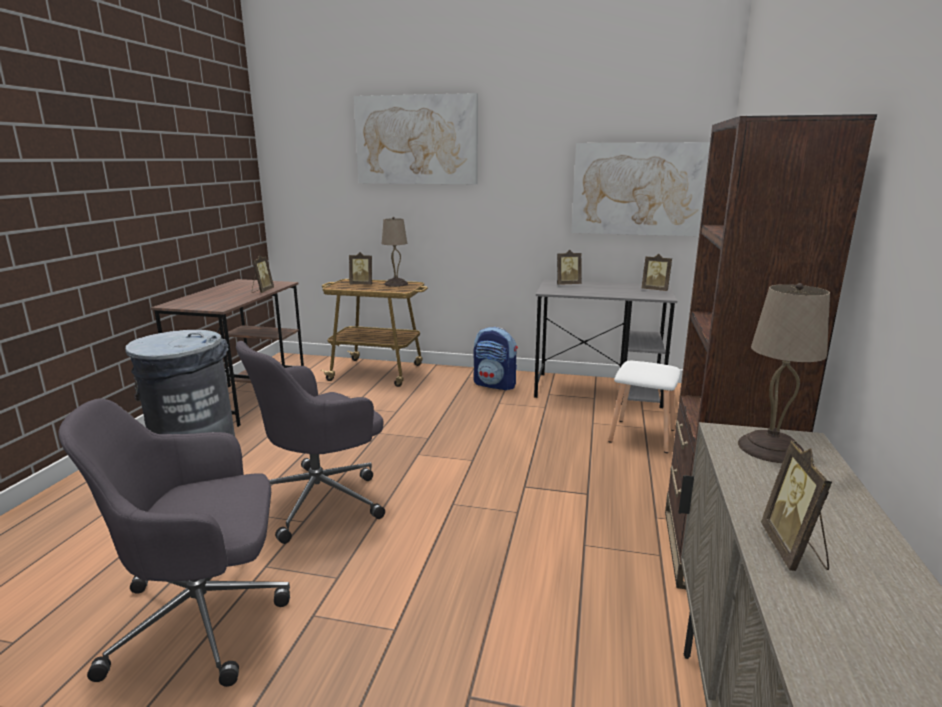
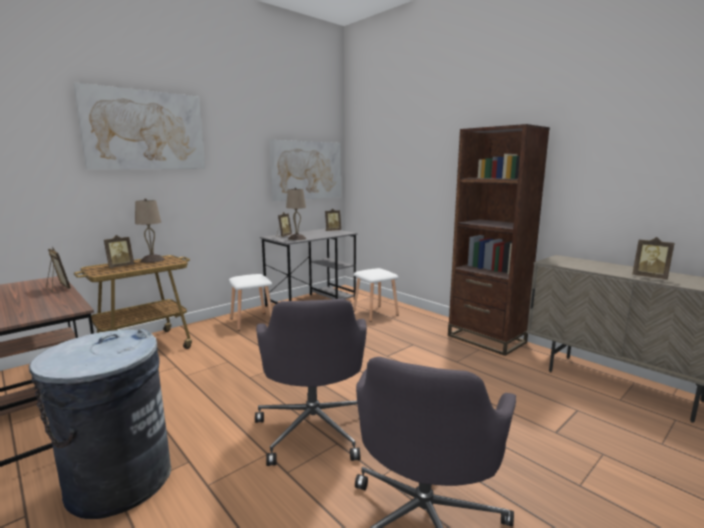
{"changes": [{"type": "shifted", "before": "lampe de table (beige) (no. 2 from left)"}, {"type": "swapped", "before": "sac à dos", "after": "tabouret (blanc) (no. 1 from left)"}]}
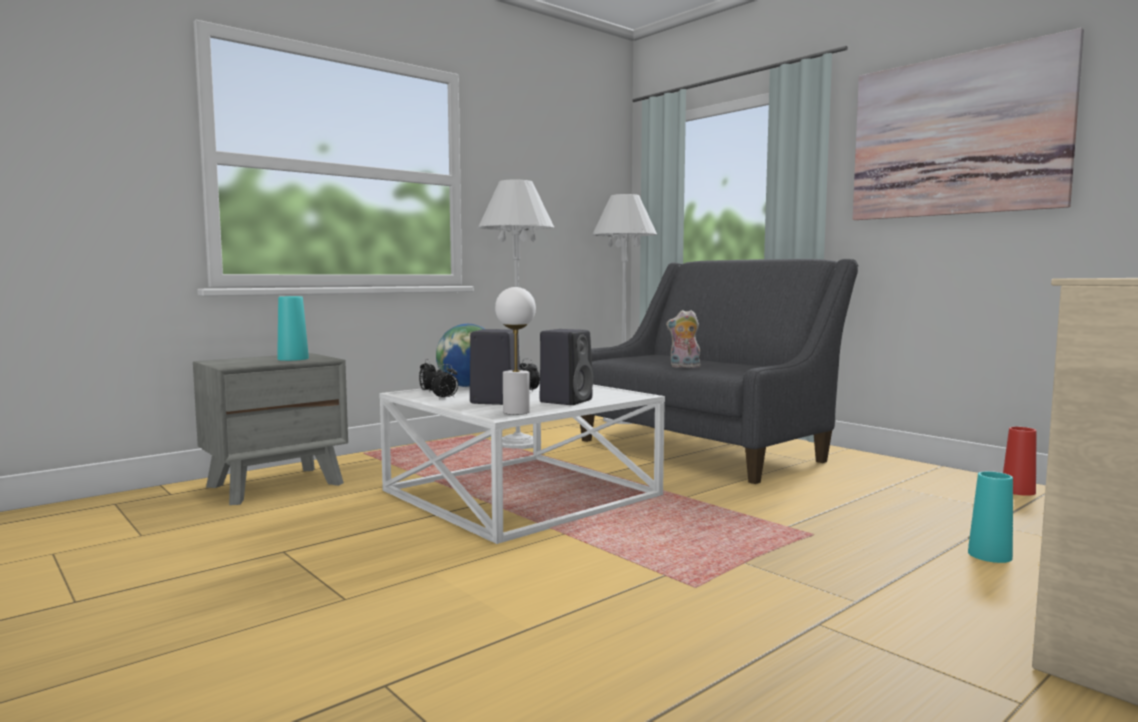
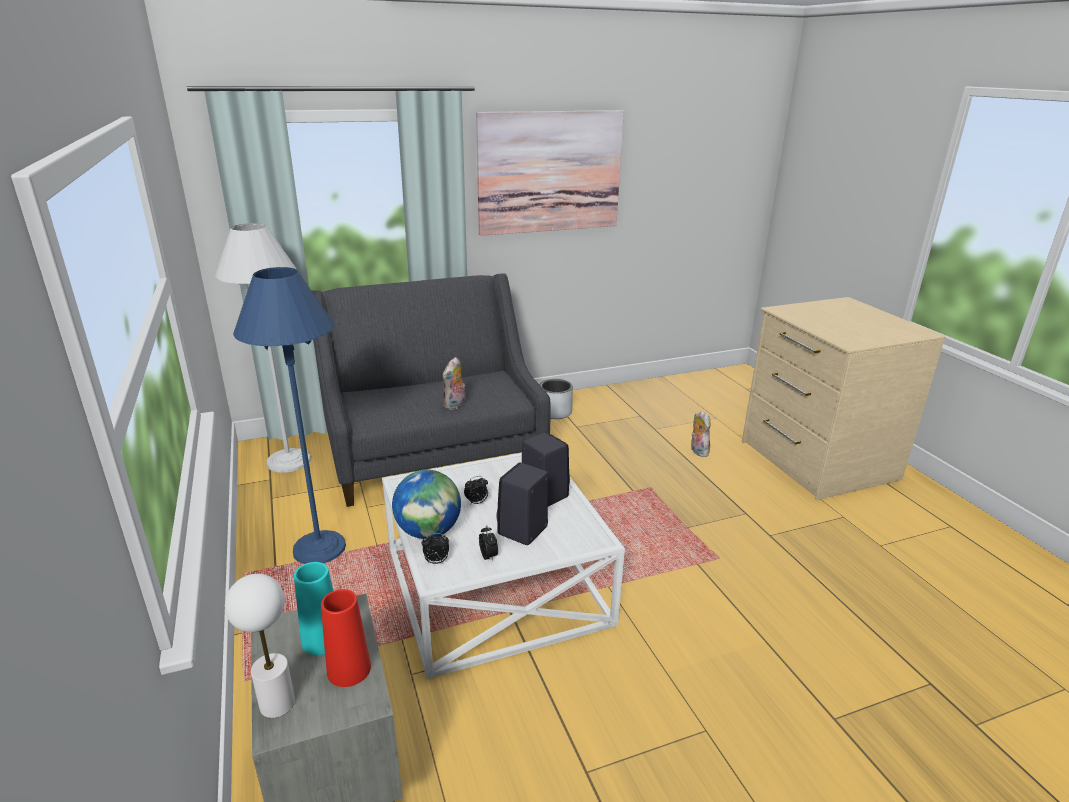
{"changes": [{"type": "new", "after": "cache-pot (gris)"}, {"type": "shifted", "before": "lampe de table (blanc)"}, {"type": "shifted", "before": "vase (rouge)"}, {"type": "swapped", "before": "vase (turquoise) (no. 2 from left)", "after": "peluche (no. 2 from left)"}, {"type": "repainted", "before": "lampadaire (blanc) (no. 1 from left)", "after": "lampadaire (bleu)"}]}
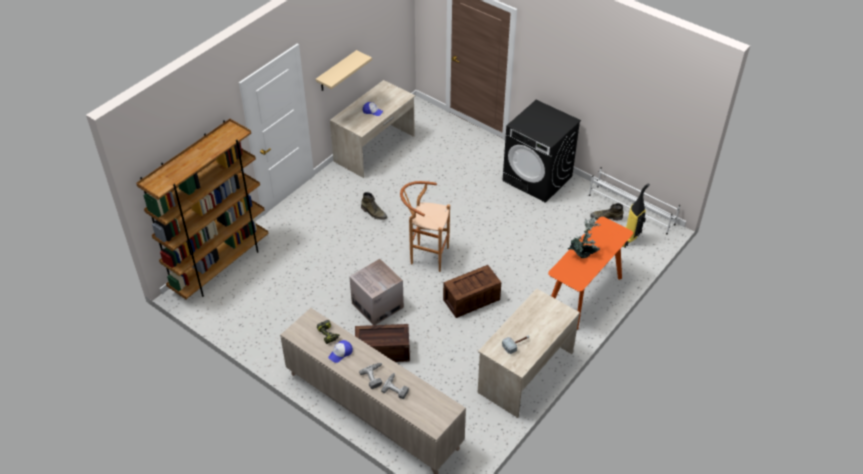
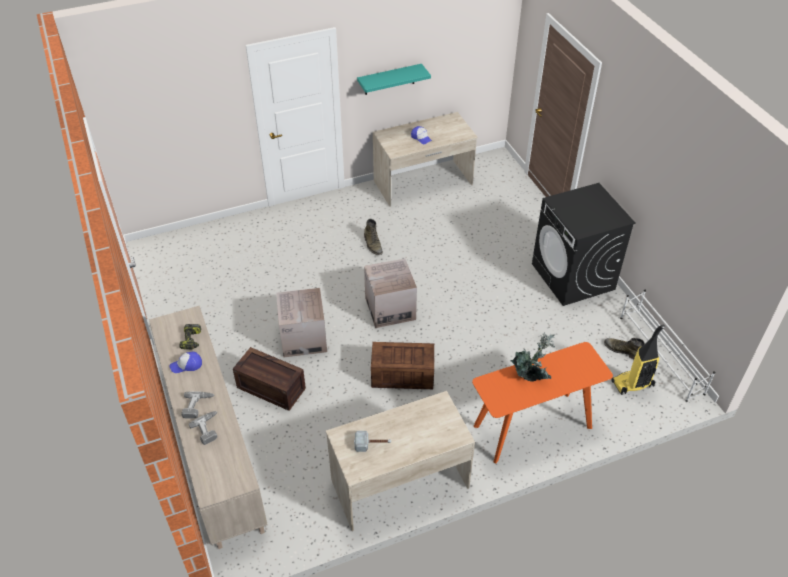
{"changes": [{"type": "gone", "before": "bibliothèque (marron)"}, {"type": "swapped", "before": "tabouret (marron)", "after": "carton (no. 2 from left)"}, {"type": "repainted", "before": "étagère (beige)", "after": "étagère (turquoise)"}]}
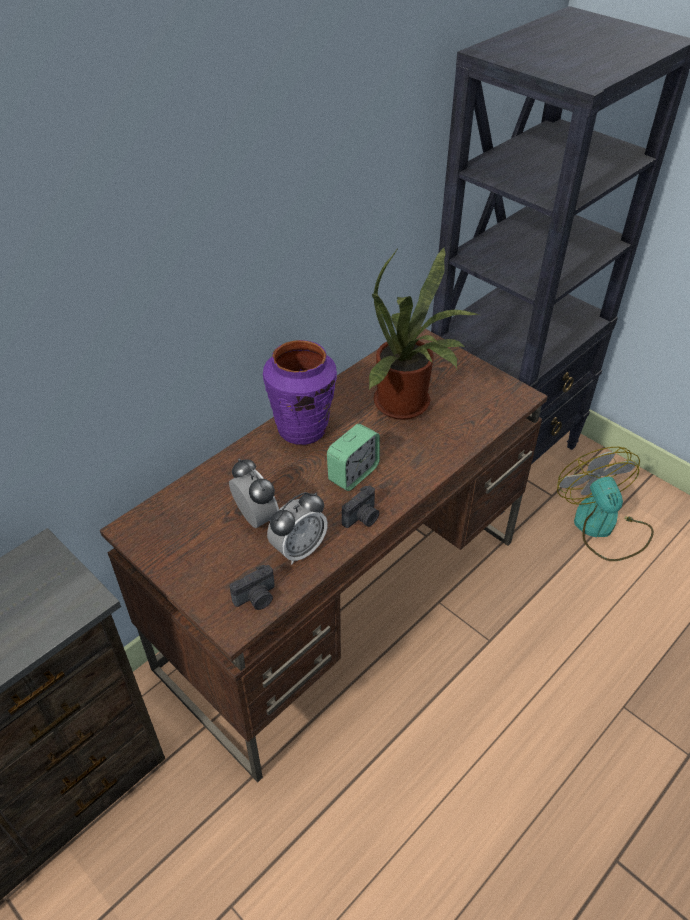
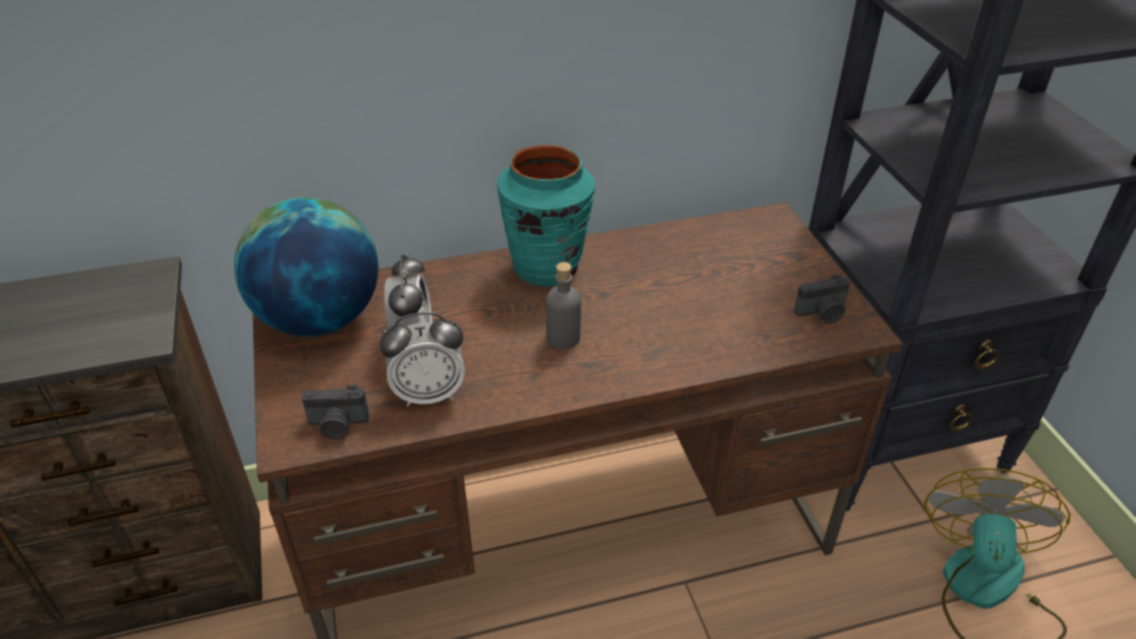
{"changes": [{"type": "gone", "before": "plante en pot"}, {"type": "new", "after": "globe"}, {"type": "shifted", "before": "appareil photo (no. 2 from left)"}, {"type": "swapped", "before": "réveil (no. 3 from left)", "after": "bouteille (gris)"}, {"type": "repainted", "before": "vase (violet)", "after": "vase (turquoise)"}]}
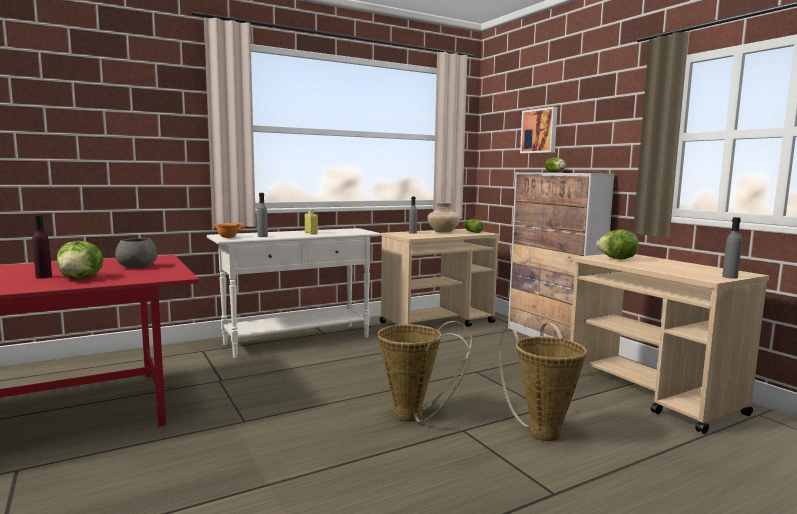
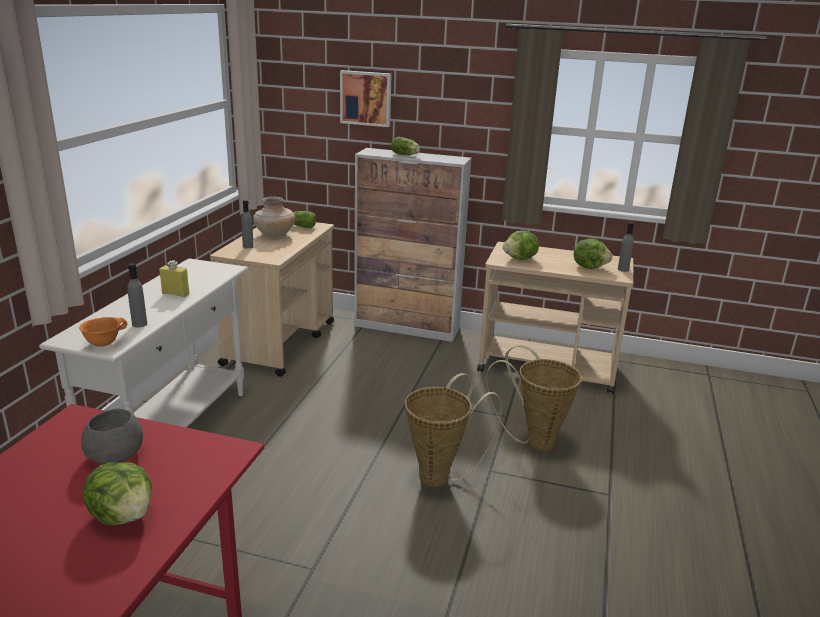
{"changes": [{"type": "gone", "before": "bouteille (violet)"}, {"type": "new", "after": "laitue (no. 5 from left)"}]}
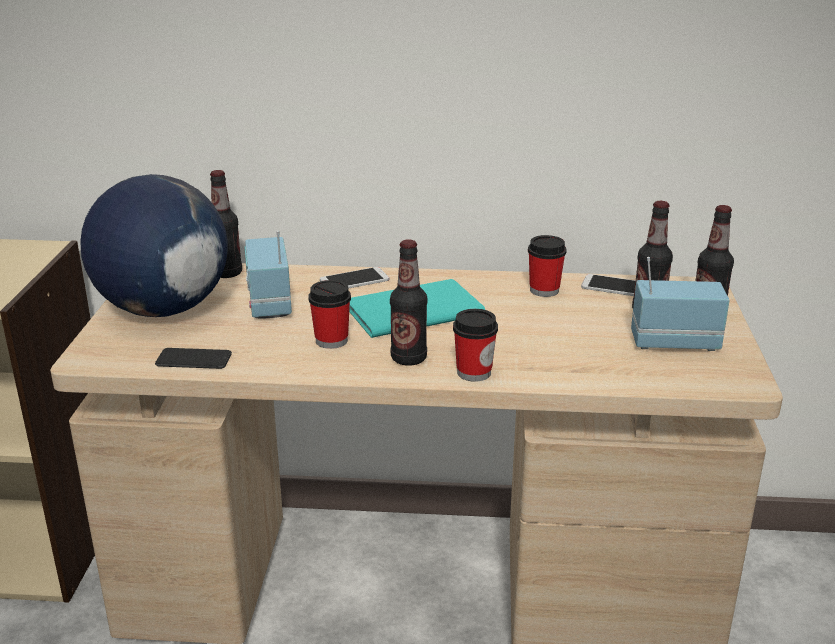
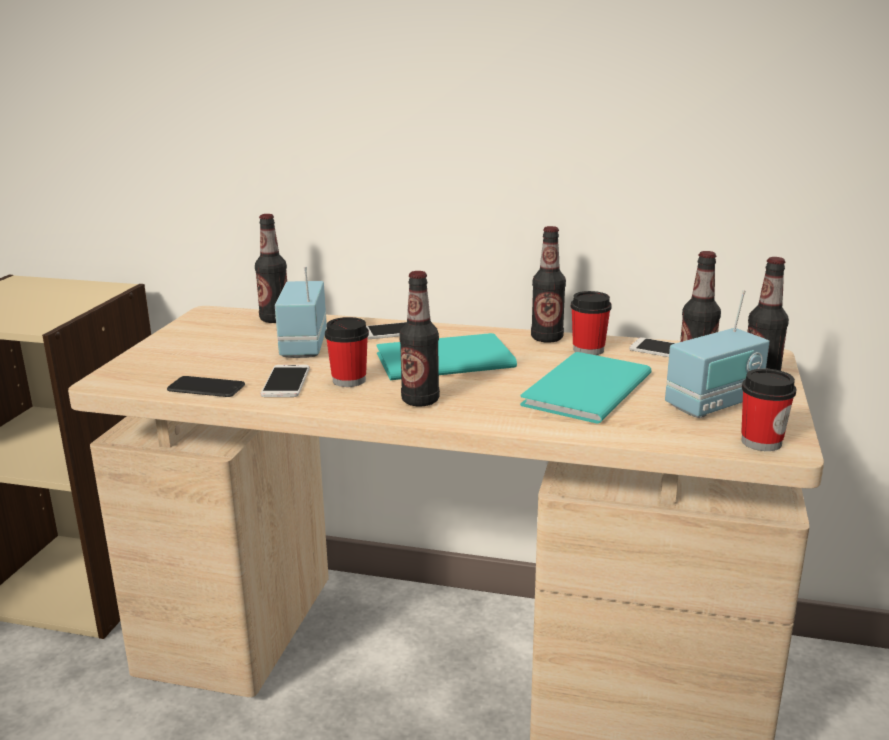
{"changes": [{"type": "gone", "before": "globe"}, {"type": "new", "after": "téléphone (no. 2 from left)"}, {"type": "new", "after": "livre (turquoise) (no. 2 from left)"}, {"type": "new", "after": "bouteille (no. 3 from left)"}, {"type": "shifted", "before": "tasse (no. 2 from left in the first image)", "after": "tasse (no. 3 from left)"}, {"type": "rotated", "before": "radio (no. 2 from left)", "turn": 135}]}
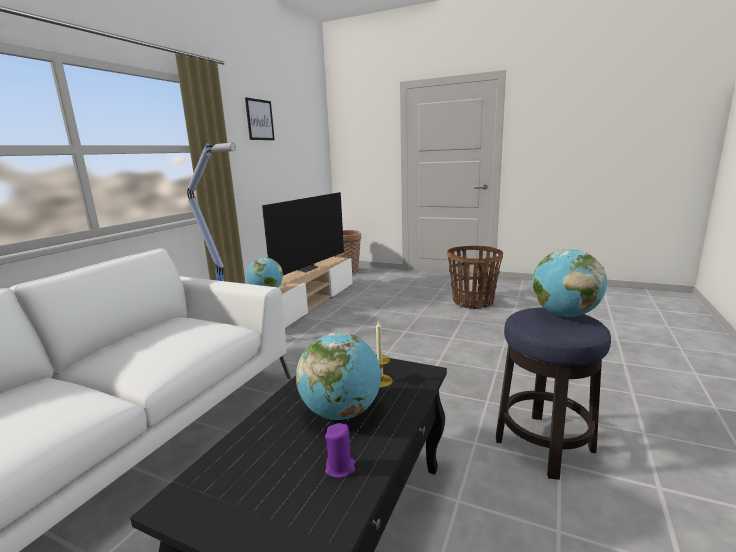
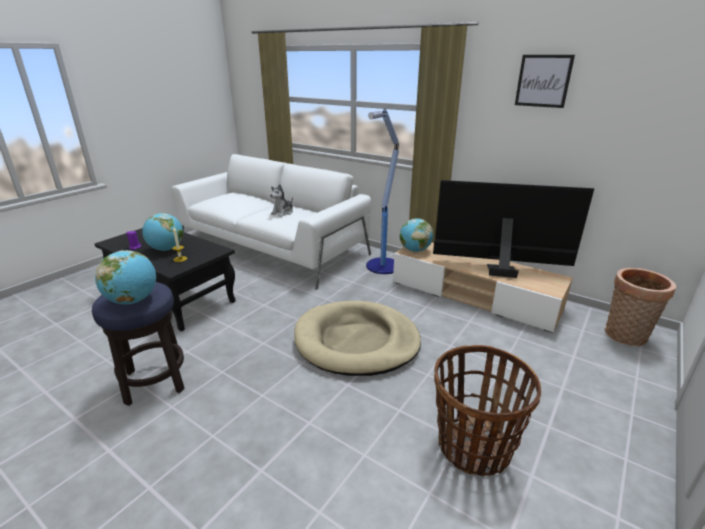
{"changes": [{"type": "new", "after": "peluche"}, {"type": "new", "after": "panier pour chien (beige)"}, {"type": "rotated", "before": "téléviseur", "turn": 150}]}
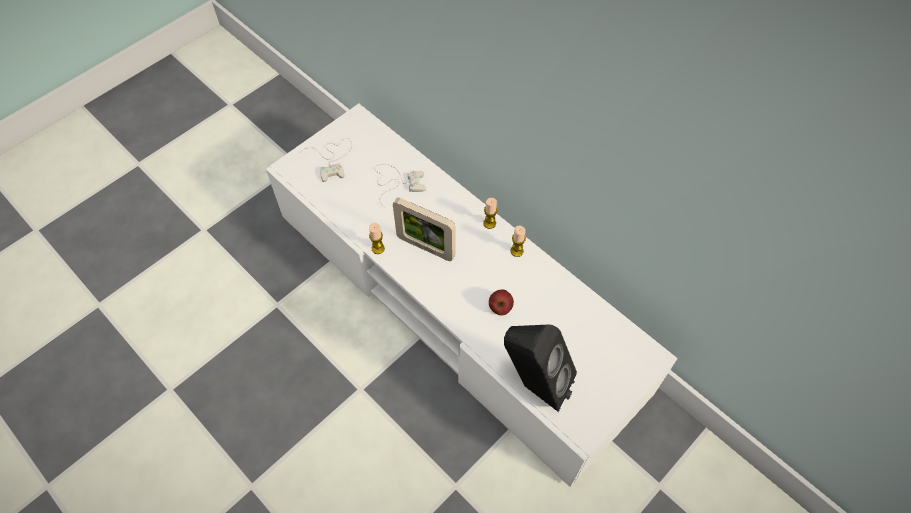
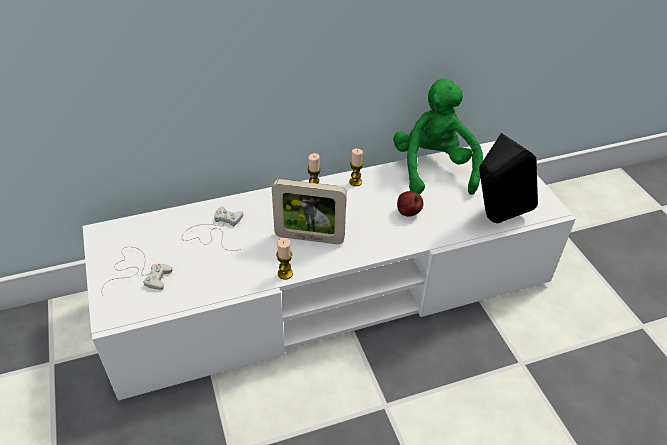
{"changes": [{"type": "new", "after": "peluche (vert)"}, {"type": "rotated", "before": "cadre photo", "turn": 45}]}
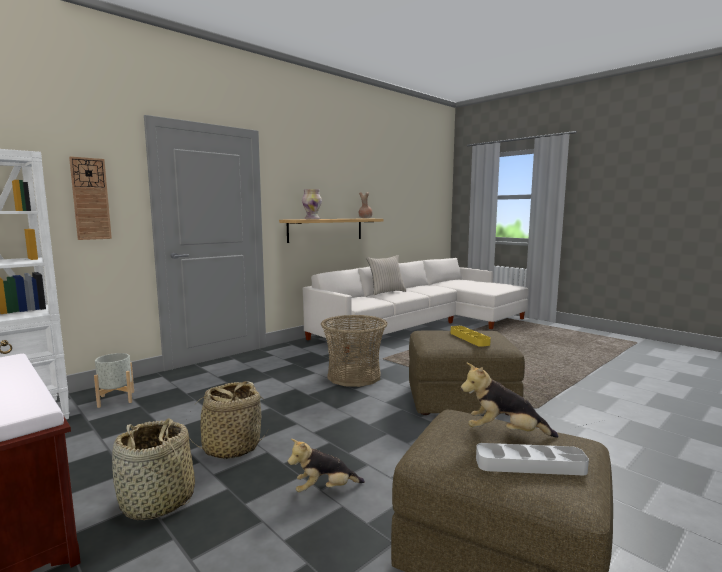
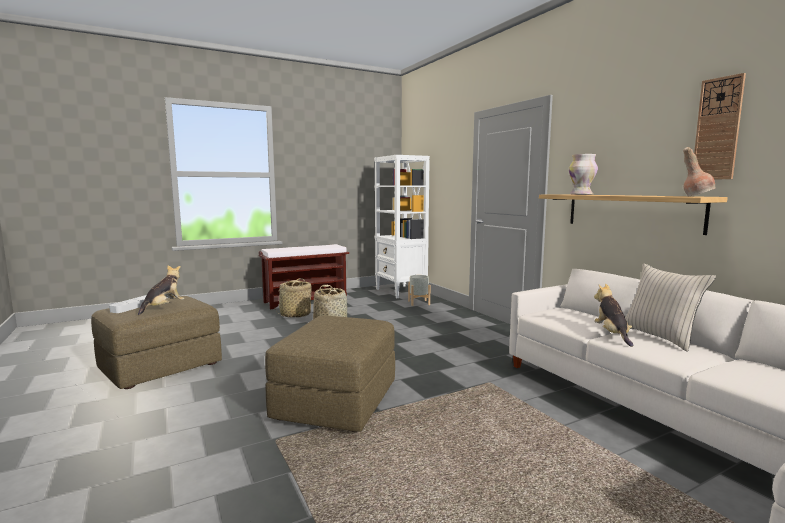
{"changes": [{"type": "gone", "before": "panier (no. 3 from left)"}, {"type": "gone", "before": "plateau (jaune)"}, {"type": "shifted", "before": "horloge murale"}, {"type": "shifted", "before": "peluche (no. 1 from left in the first image)", "after": "peluche (no. 2 from left)"}]}
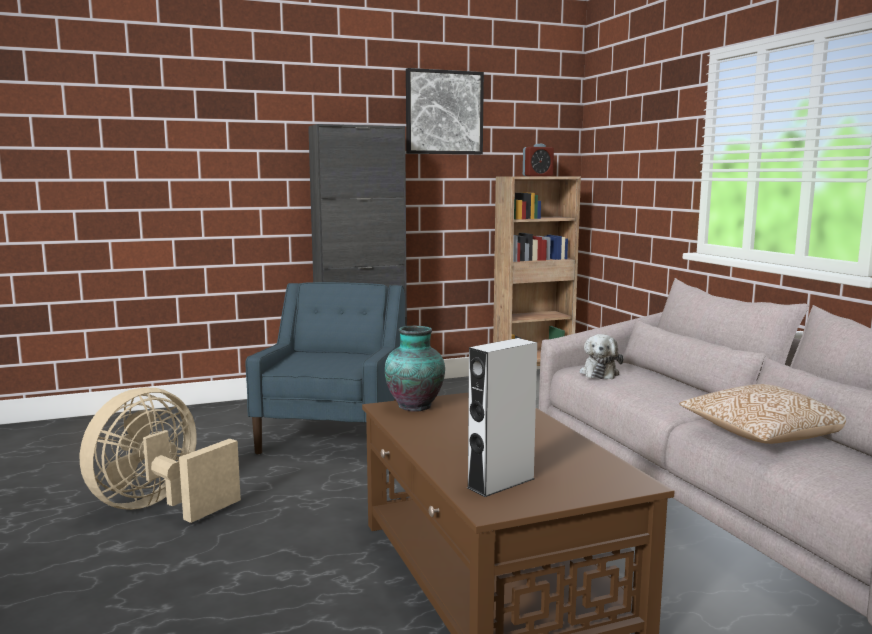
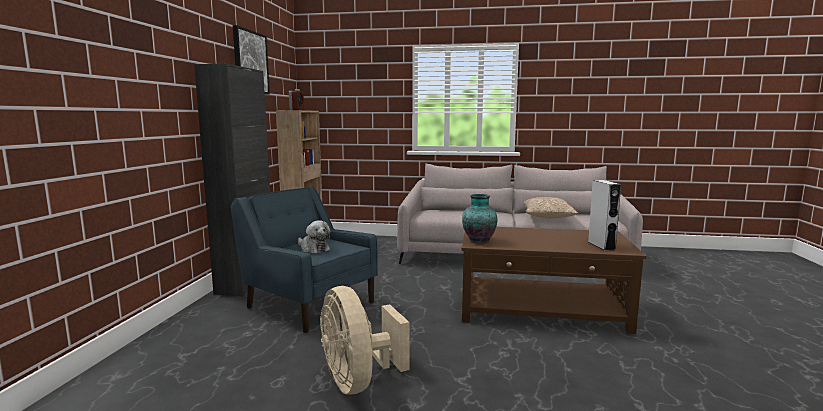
{"changes": [{"type": "shifted", "before": "peluche"}]}
